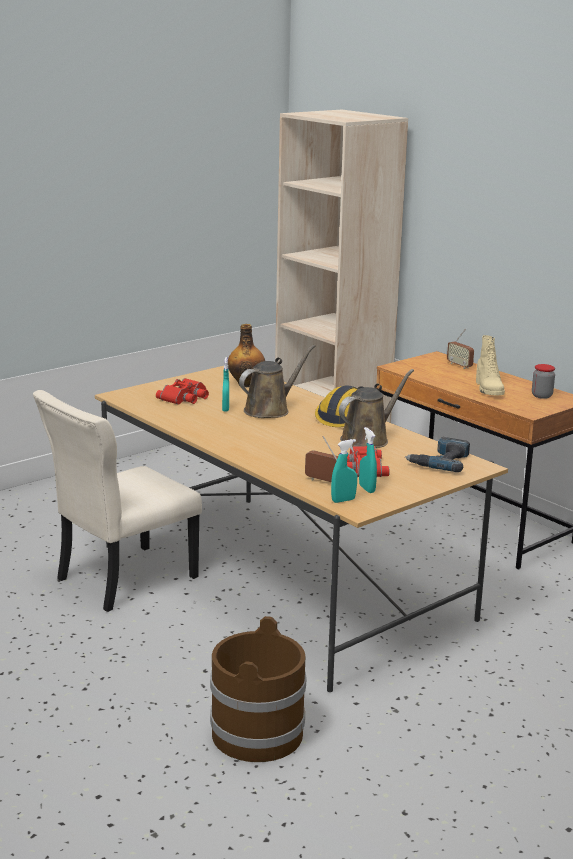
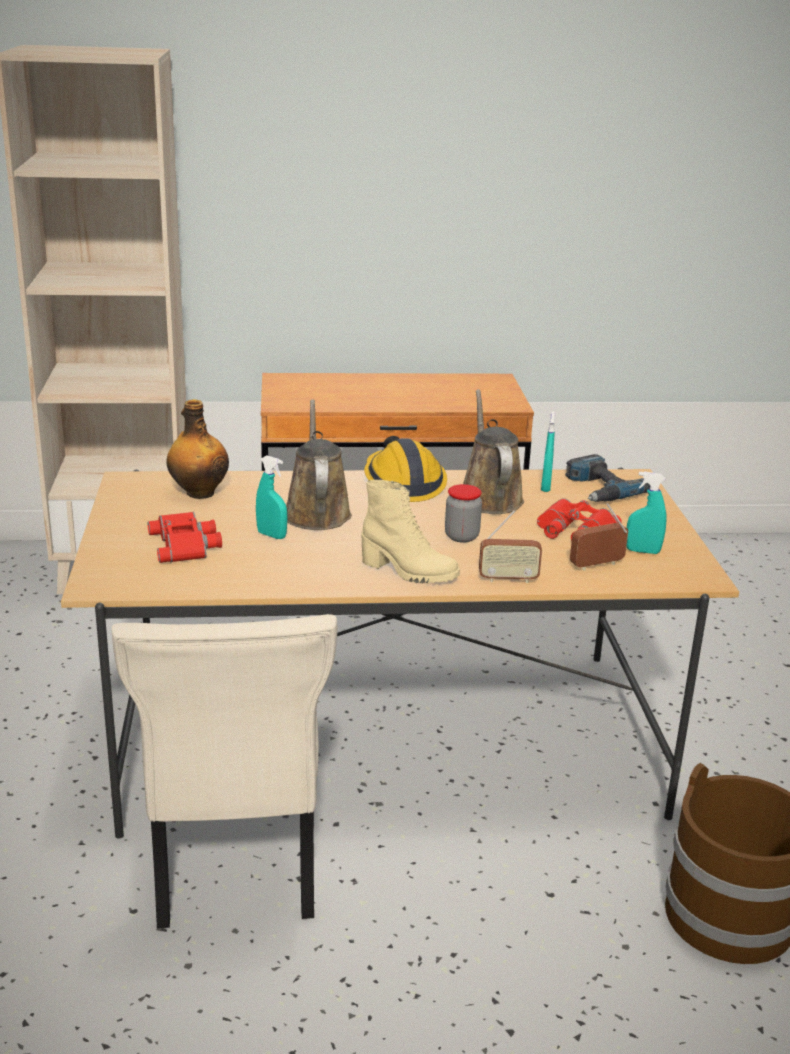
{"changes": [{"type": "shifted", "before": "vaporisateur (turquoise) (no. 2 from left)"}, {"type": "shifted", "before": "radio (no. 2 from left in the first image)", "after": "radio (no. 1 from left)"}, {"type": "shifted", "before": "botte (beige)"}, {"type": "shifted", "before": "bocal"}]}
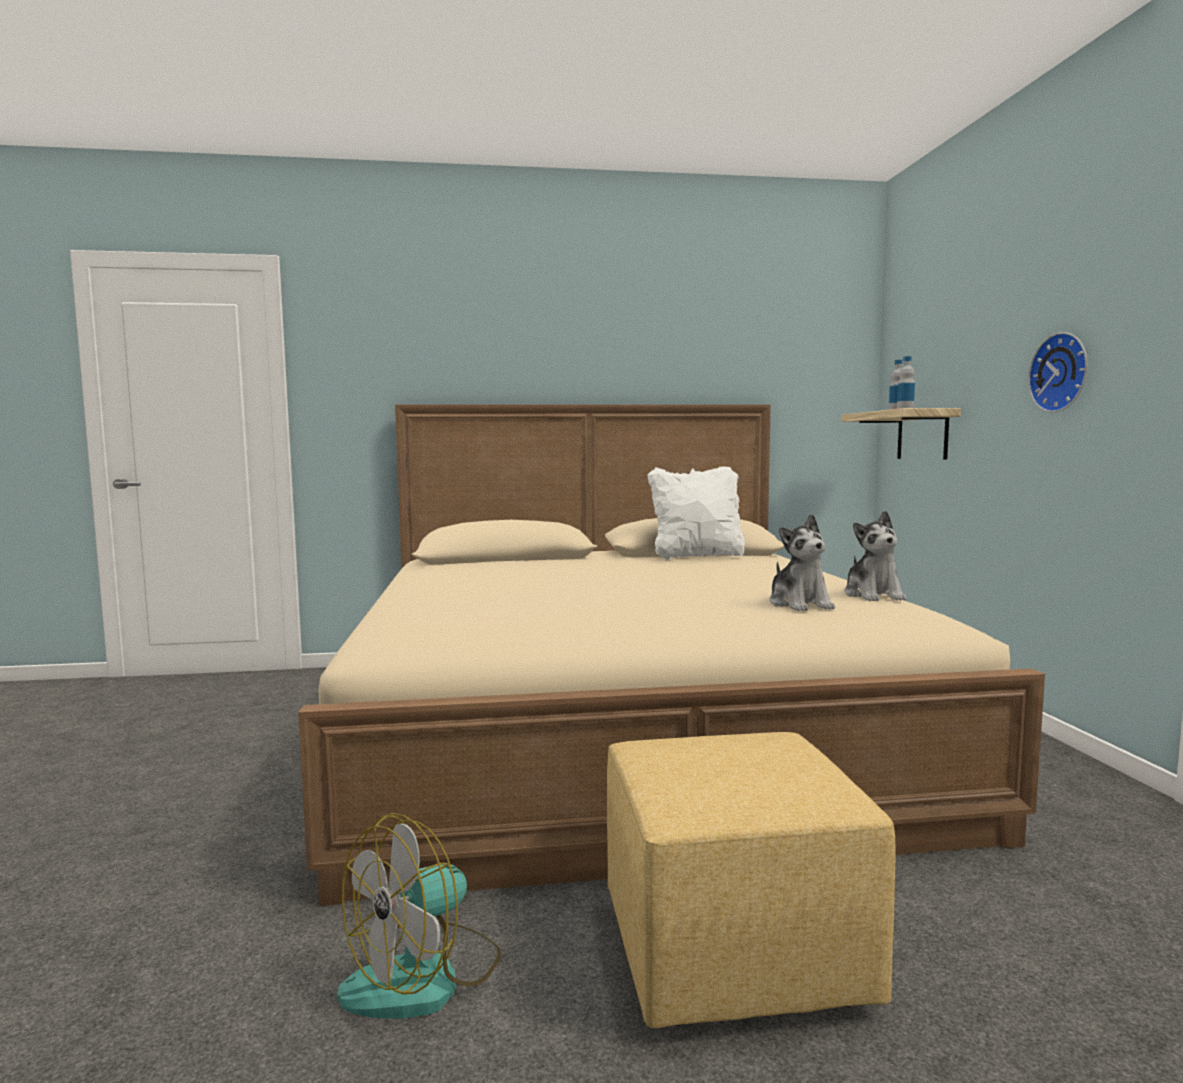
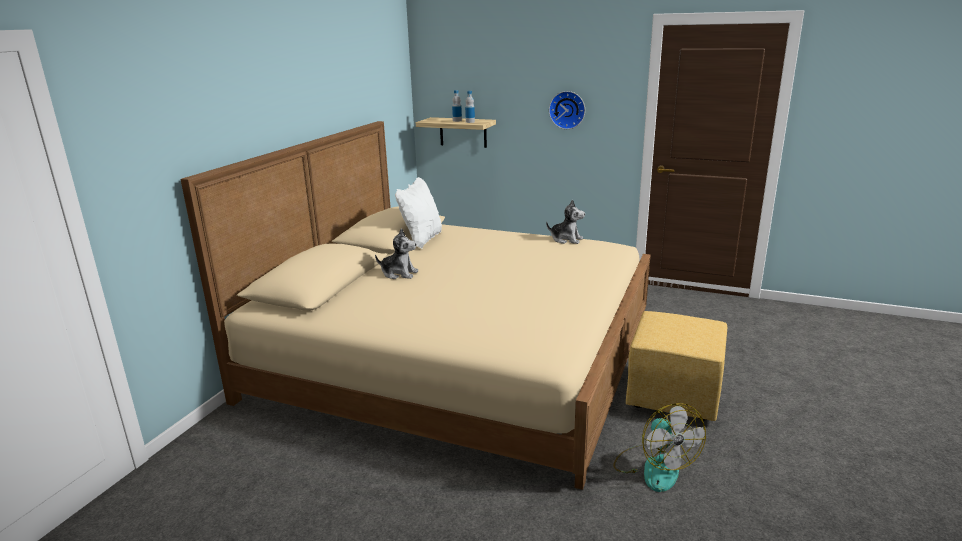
{"changes": [{"type": "shifted", "before": "peluche (no. 1 from left)"}]}
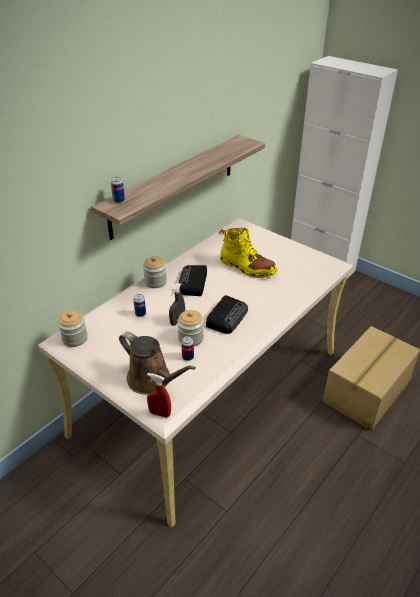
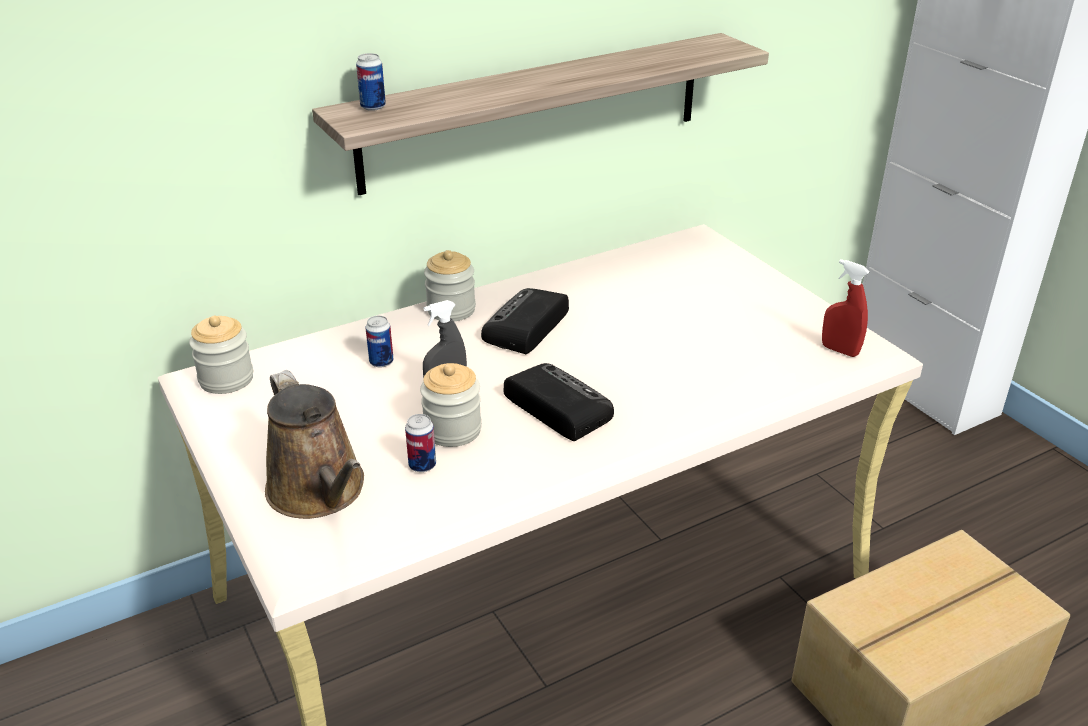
{"changes": [{"type": "gone", "before": "botte (jaune)"}, {"type": "shifted", "before": "vaporisateur (rouge)"}, {"type": "rotated", "before": "radio (no. 2 from left)", "turn": -90}]}
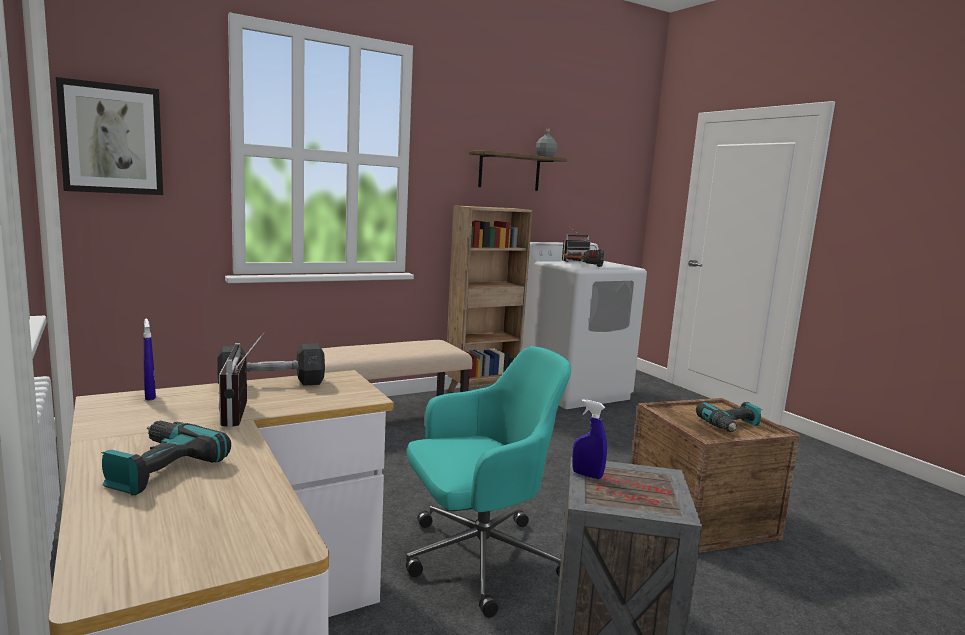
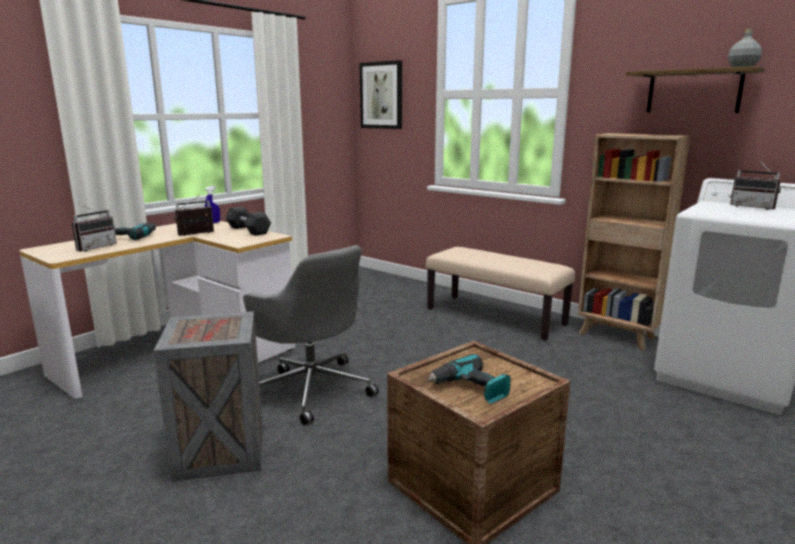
{"changes": [{"type": "gone", "before": "lampe de poche"}, {"type": "gone", "before": "vaporisateur (bleu) (no. 2 from left)"}, {"type": "new", "after": "radio (no. 1 from left)"}, {"type": "repainted", "before": "chaise de bureau (turquoise)", "after": "chaise de bureau (gris)"}]}
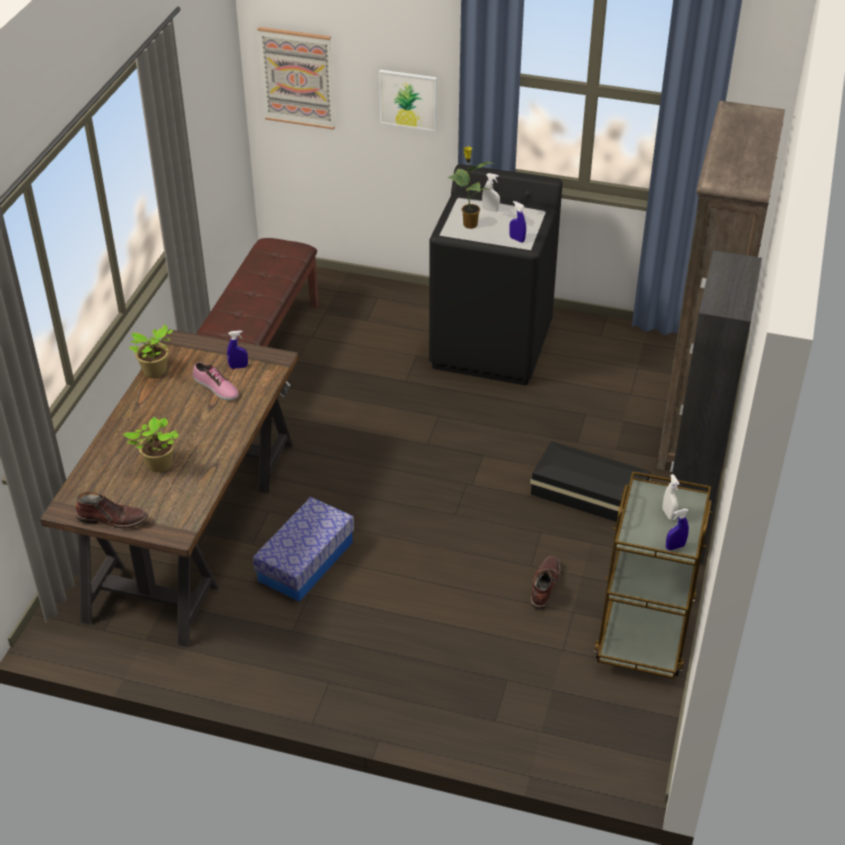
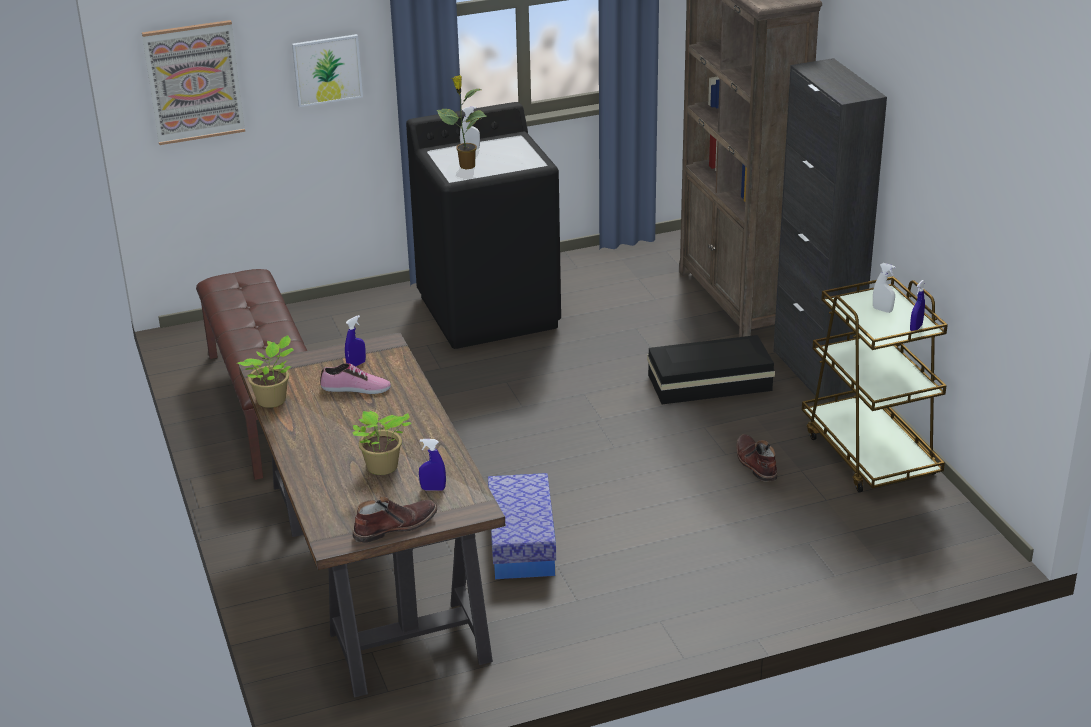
{"changes": [{"type": "shifted", "before": "vaporisateur (bleu) (no. 2 from left)"}]}
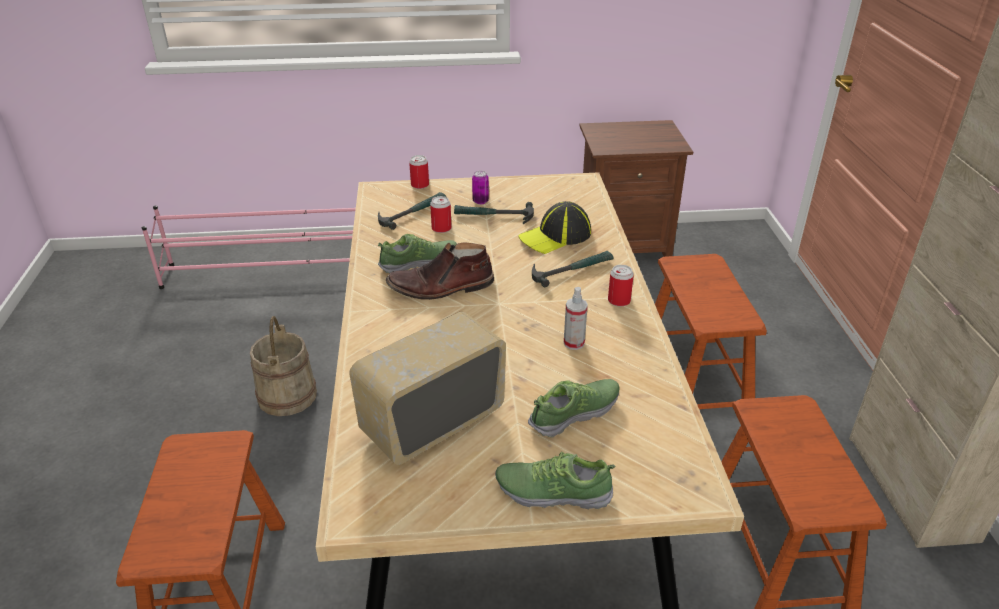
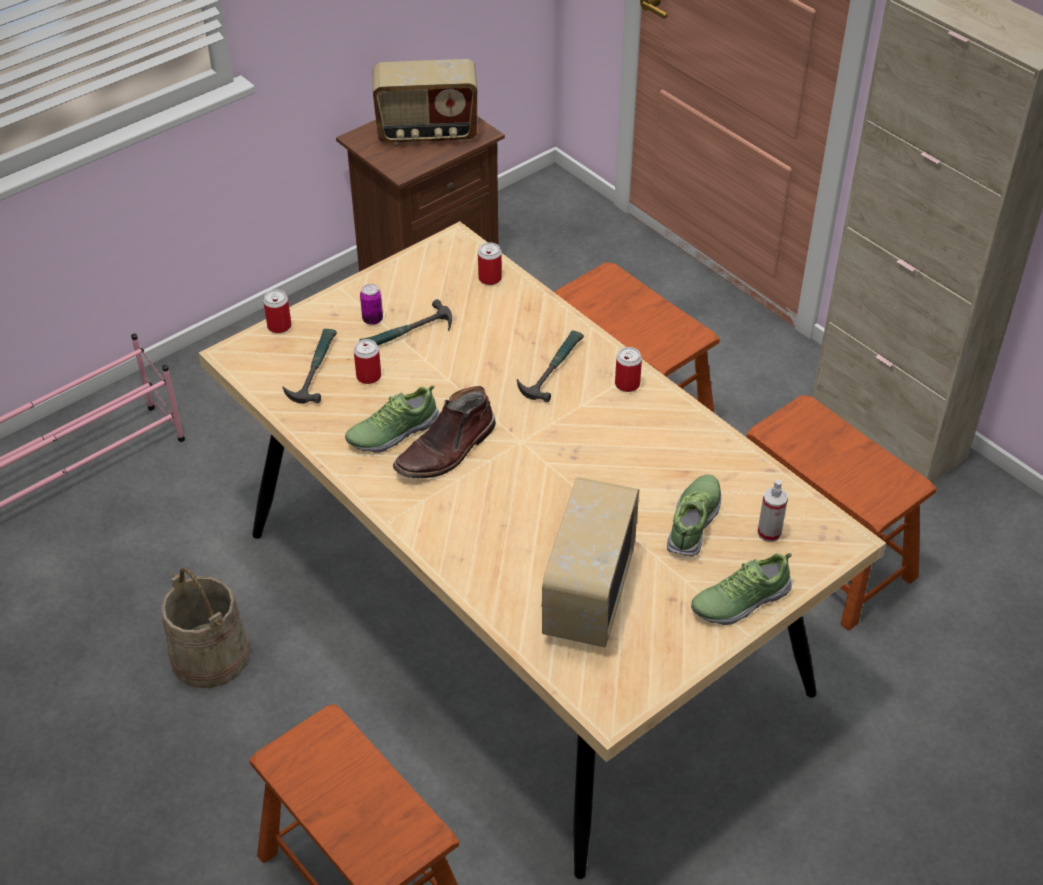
{"changes": [{"type": "gone", "before": "casquette"}, {"type": "new", "after": "radio (no. 1 from left)"}, {"type": "new", "after": "boîte métallique (no. 4 from left)"}, {"type": "shifted", "before": "vaporisateur"}, {"type": "rotated", "before": "chaussure (no. 1 from left)", "turn": -150}]}
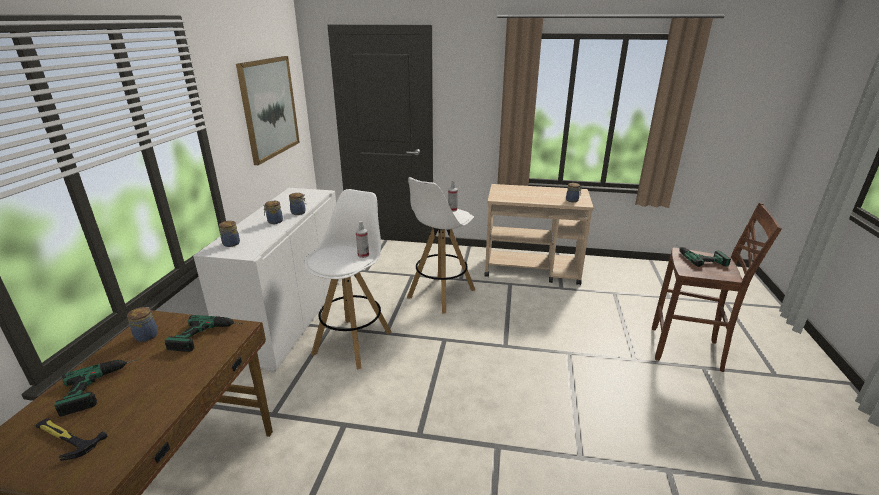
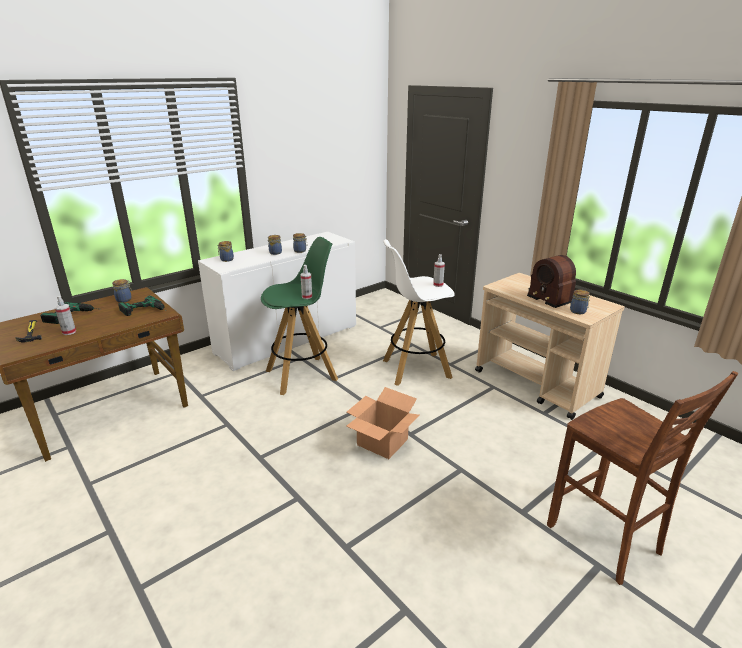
{"changes": [{"type": "gone", "before": "tableau"}, {"type": "gone", "before": "perceuse (no. 3 from left)"}, {"type": "new", "after": "vaporisateur (no. 1 from left)"}, {"type": "new", "after": "carton"}, {"type": "new", "after": "radio"}, {"type": "repainted", "before": "tabouret (blanc) (no. 1 from left)", "after": "tabouret (vert)"}]}
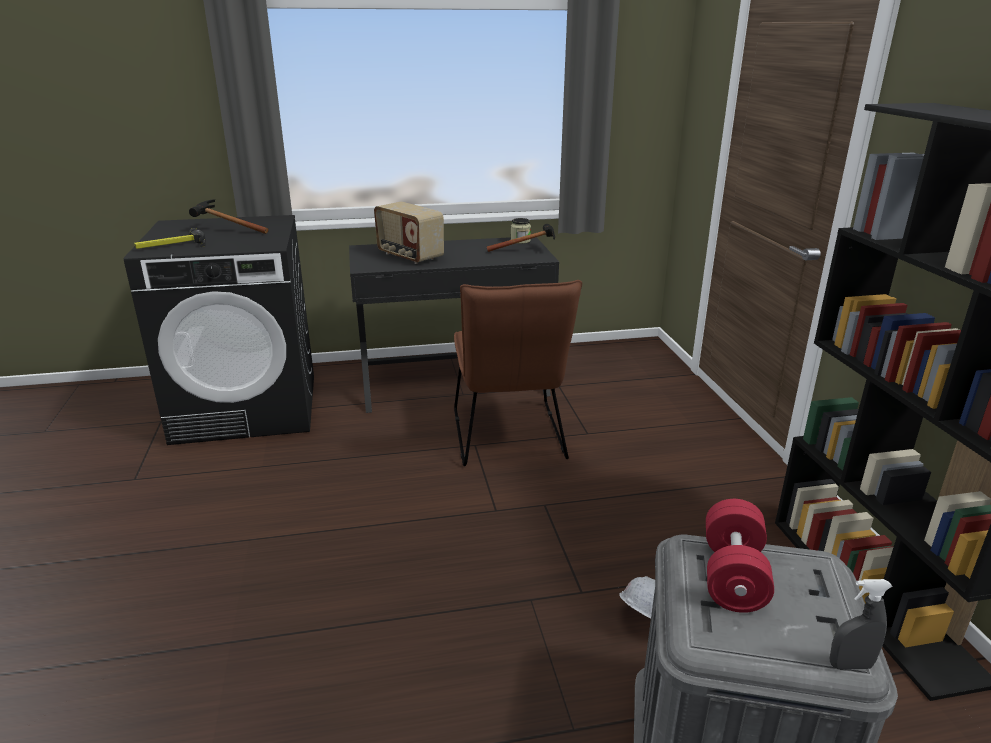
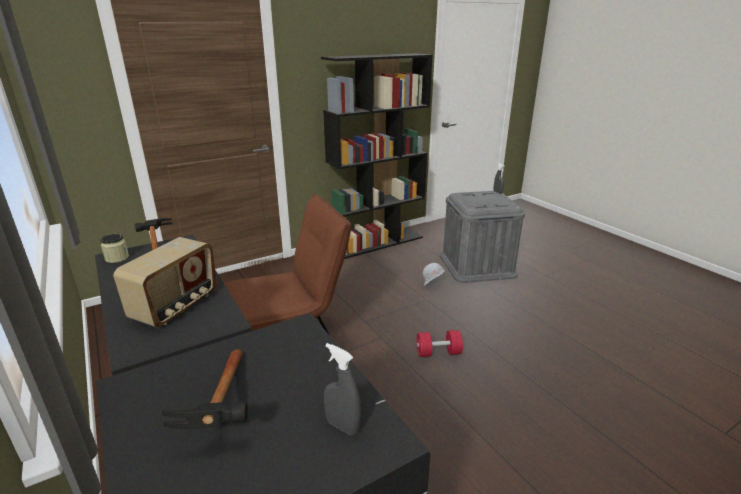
{"changes": [{"type": "shifted", "before": "haltère (rouge)"}, {"type": "swapped", "before": "marteau (no. 1 from left)", "after": "vaporisateur (gris) (no. 1 from left)"}]}
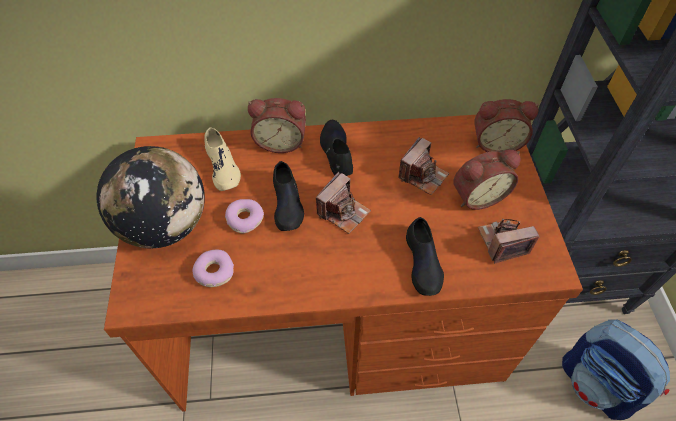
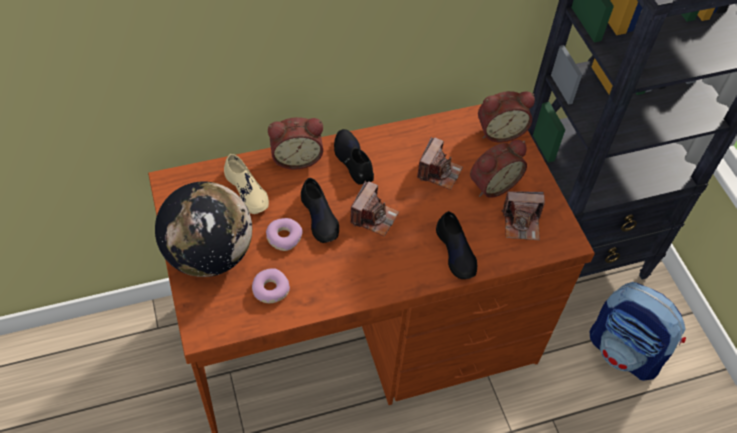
{"changes": [{"type": "rotated", "before": "appareil photo (no. 3 from left)", "turn": -150}]}
